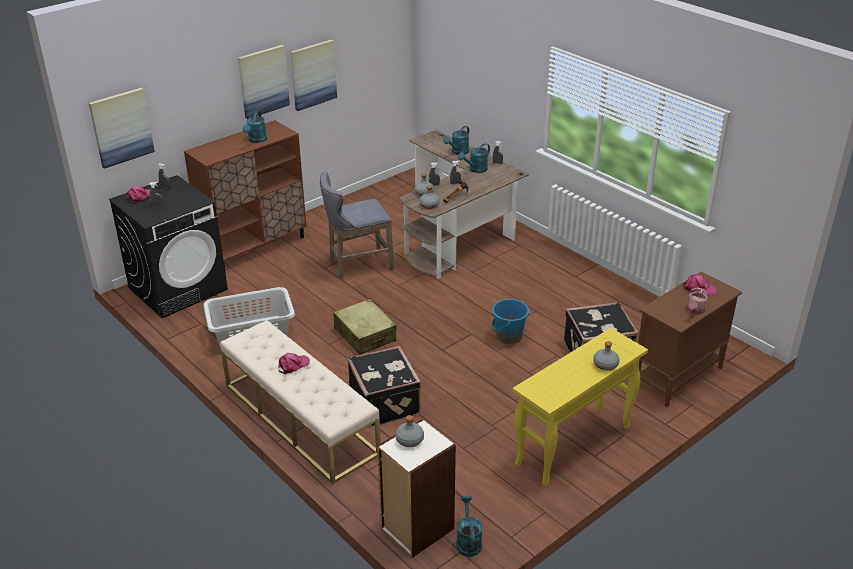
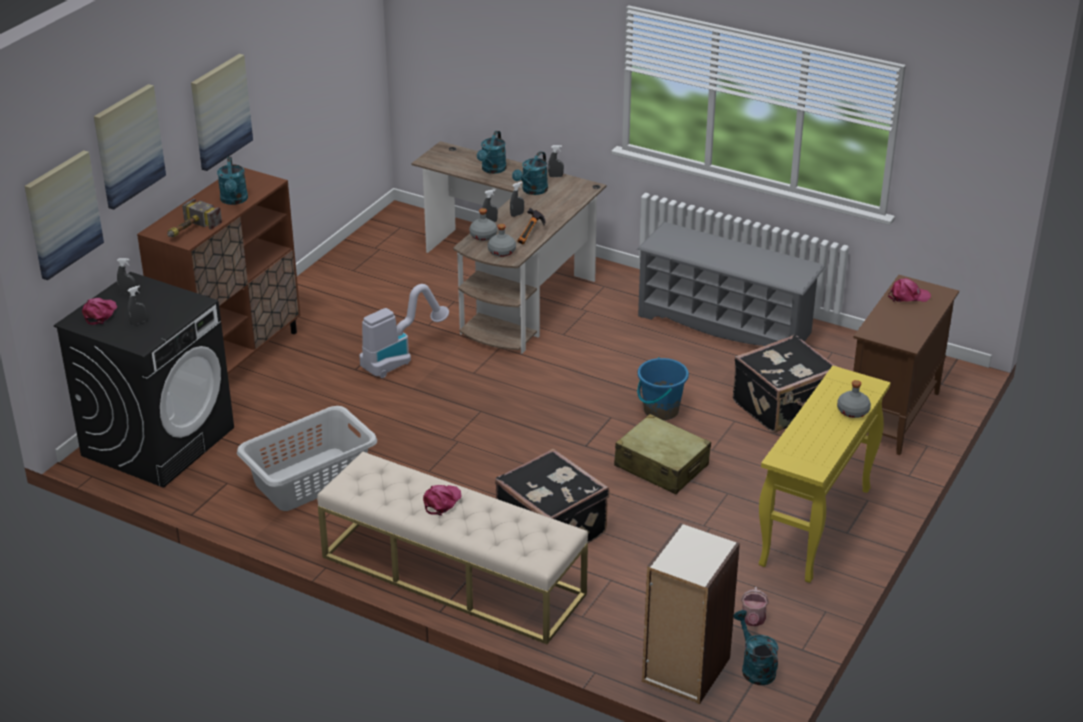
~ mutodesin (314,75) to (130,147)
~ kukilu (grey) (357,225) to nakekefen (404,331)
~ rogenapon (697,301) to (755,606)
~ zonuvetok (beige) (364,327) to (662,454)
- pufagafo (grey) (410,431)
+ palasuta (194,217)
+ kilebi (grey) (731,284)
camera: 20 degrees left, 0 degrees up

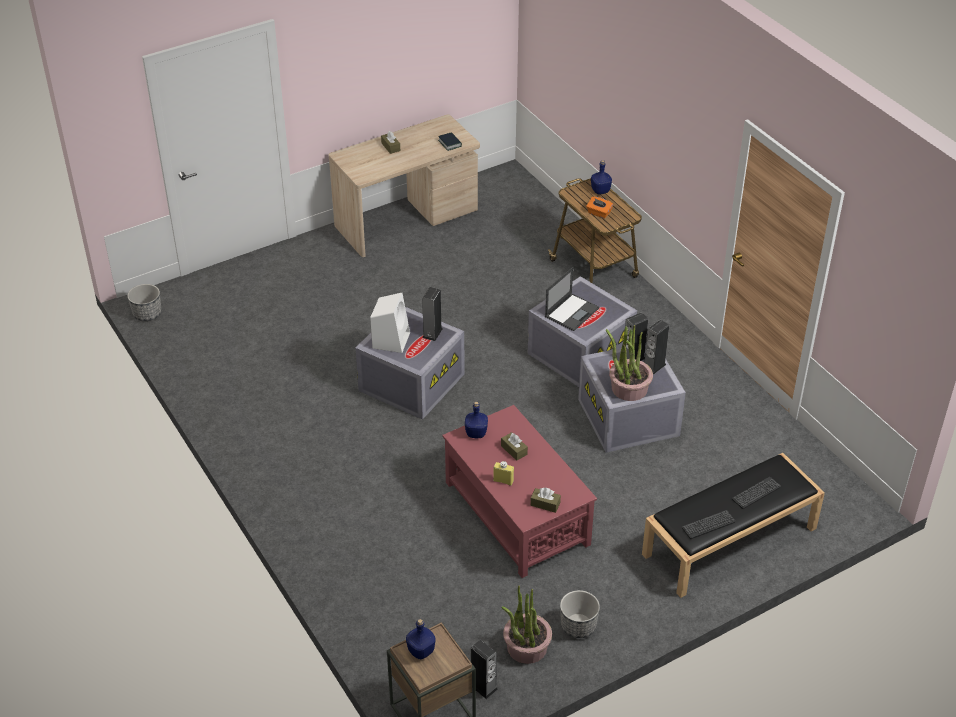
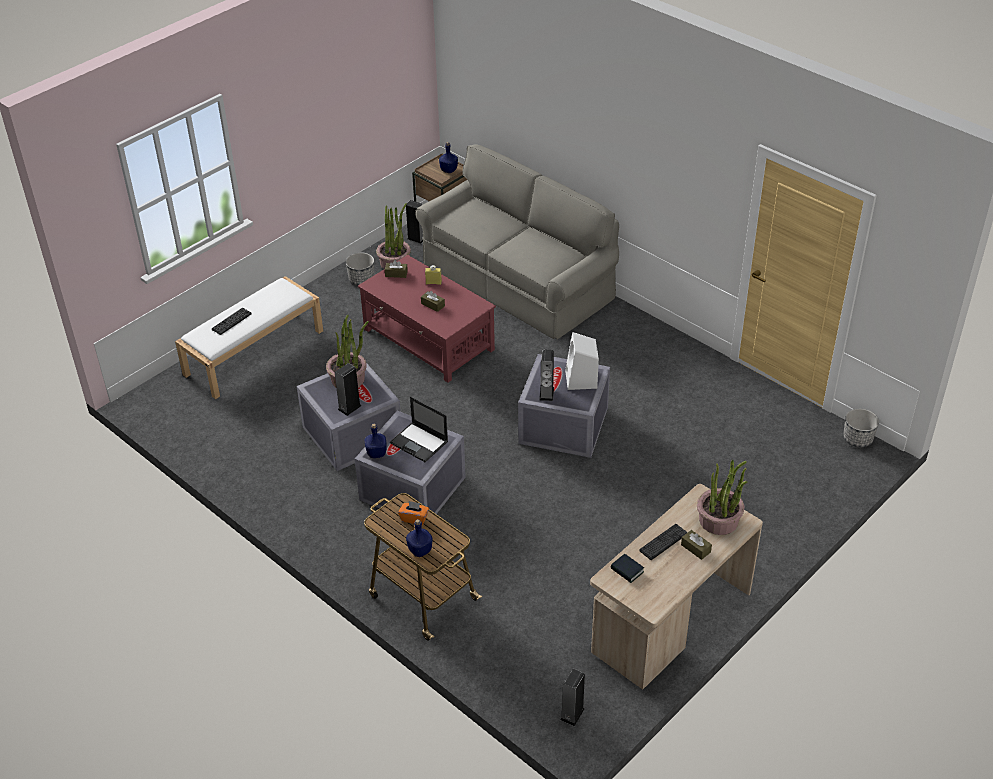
~ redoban (572,299) = (419,429) 75 degrees counterclockwise
~ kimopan (656,347) to (572,697)
~ pufagafo (blue) (476,420) to (376,441)
~ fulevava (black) (733,525) to fulevava (white) (249,337)
~ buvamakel (708,524) to (663,542)
+ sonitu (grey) (517,242)
+ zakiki (722,497)
camera: 165 degrees right, 0 degrees up

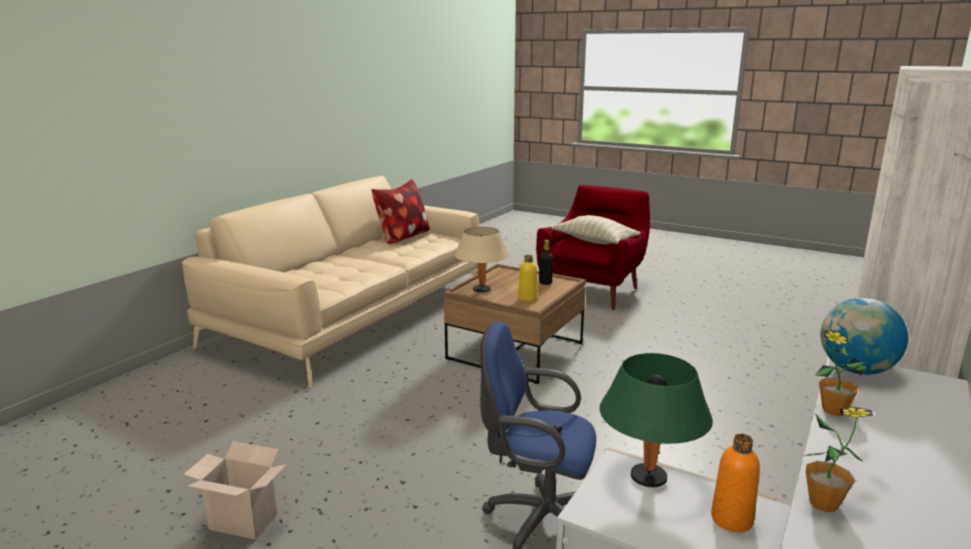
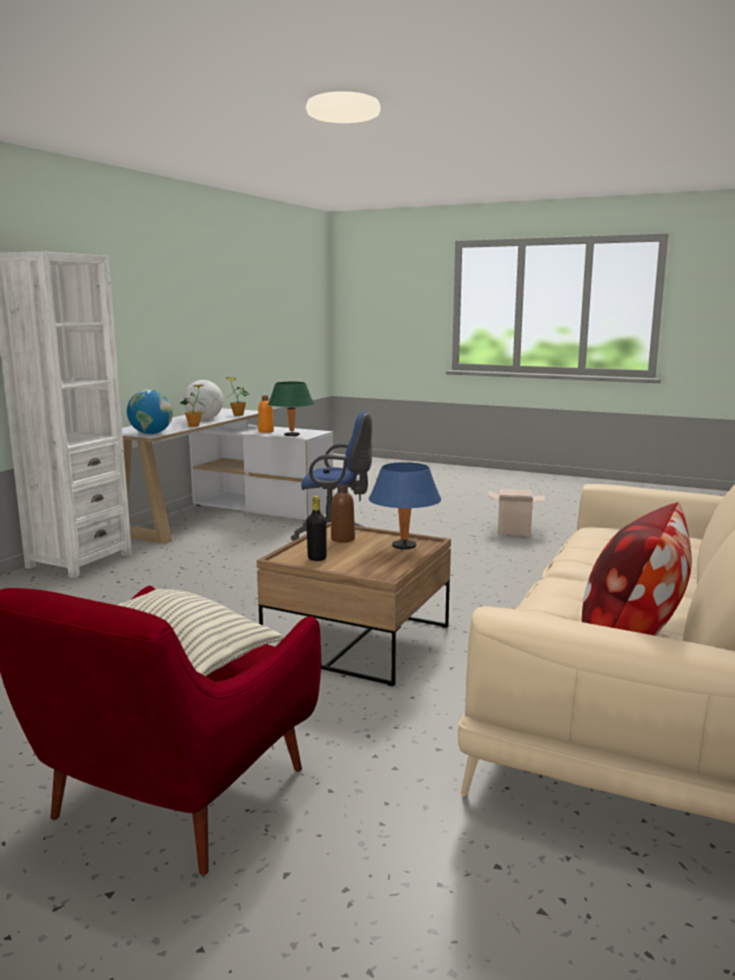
~ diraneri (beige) (482,259) to diraneri (blue) (405,506)
~ pufagafo (yellow) (527,278) to pufagafo (brown) (343,513)
+ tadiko (203,400)
camera: 175 degrees right, 5 degrees down

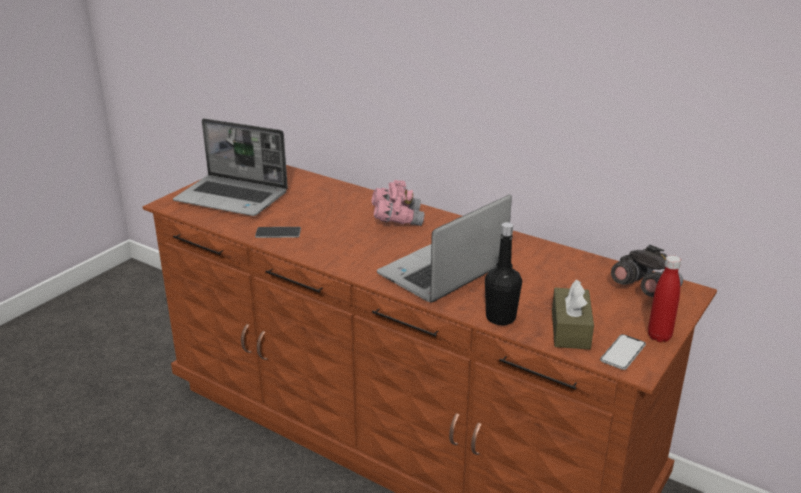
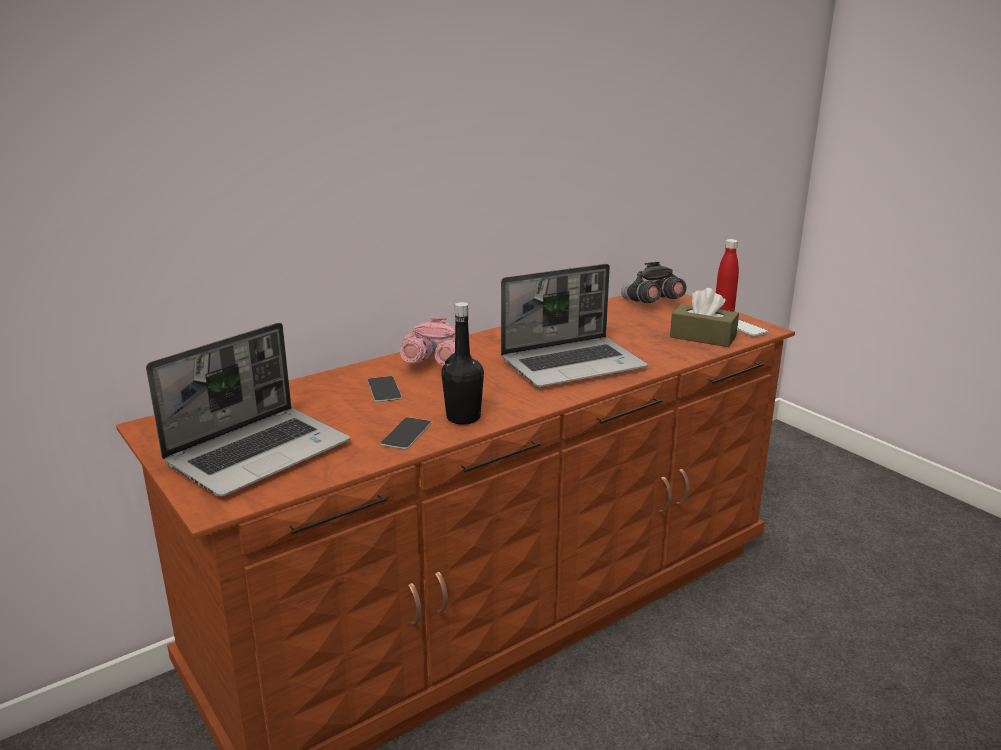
~ redoban (444,248) = (574,325) 90 degrees counterclockwise
~ pufagafo (black) (503,273) to (462,363)
+ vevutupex (384,389)
camera: 70 degrees left, 5 degrees down

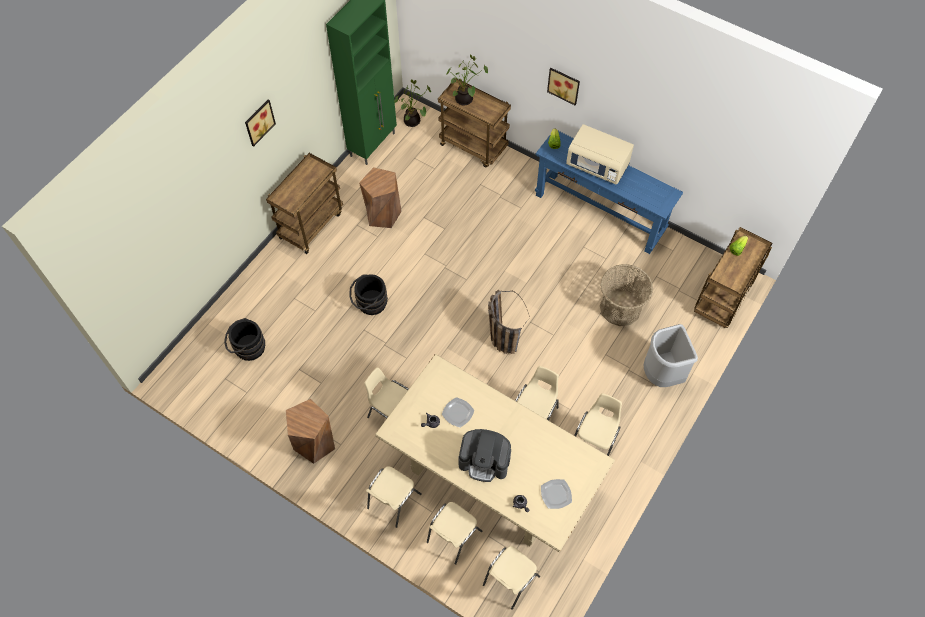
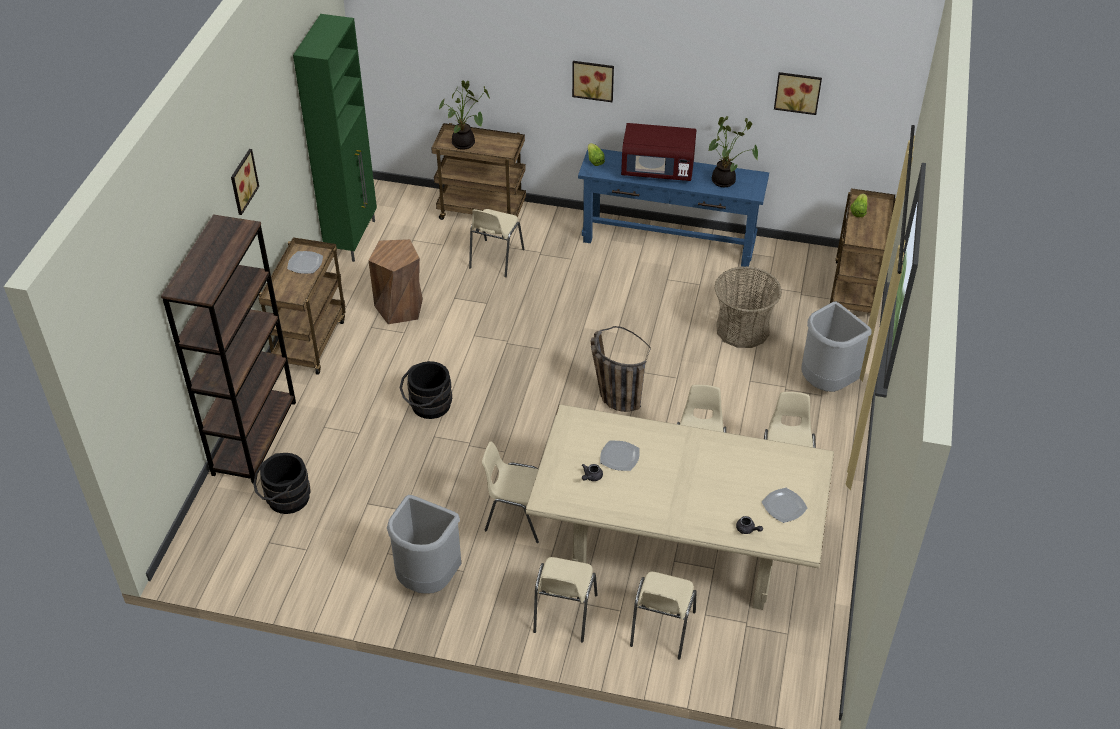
~ zakiki (413,103) to (733,151)
~ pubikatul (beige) (600,154) to pubikatul (red) (658,152)
~ kukilu (brown) (310,431) to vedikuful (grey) (424,544)
- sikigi (485,455)
~ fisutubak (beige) (511,578) to (496,243)
+ mutodesin (798,93)
+ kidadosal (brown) (228,348)
+ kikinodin (305,262)
camera: 20 degrees left, 15 degrees down

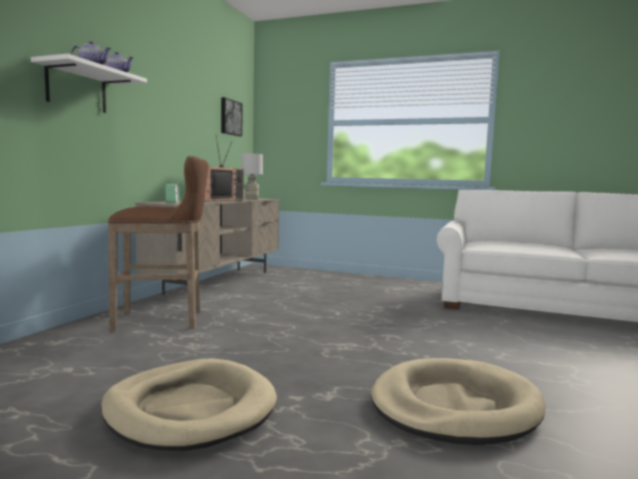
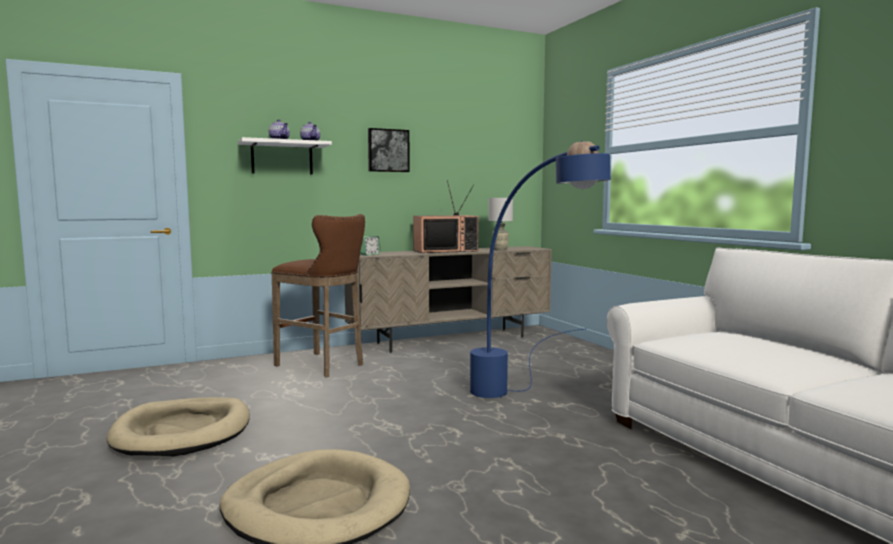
~ mutodesin (232,117) to (389,150)
+ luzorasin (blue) (540,269)
camera: 45 degrees right, 0 degrees up

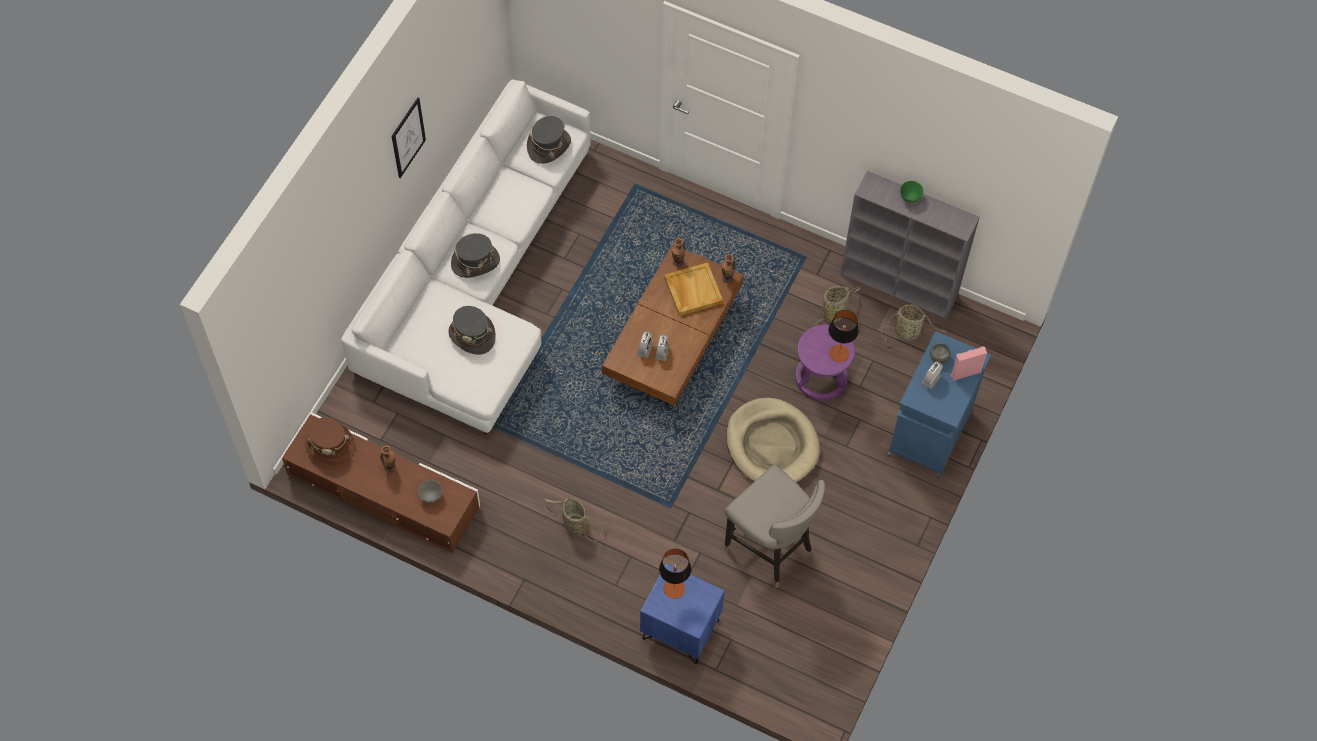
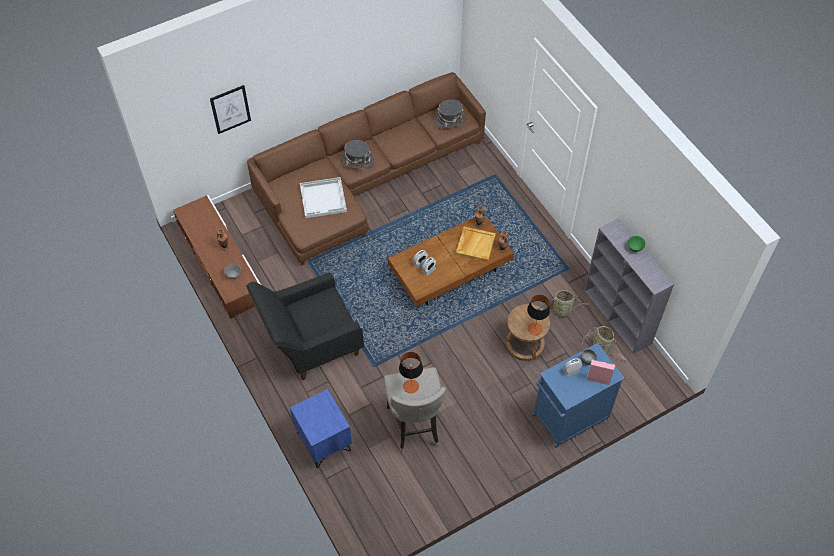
~ sonitu (white) (466,257) to sonitu (brown) (366,168)
~ mutodesin (409,137) to (230,109)
~ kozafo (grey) (472,330) to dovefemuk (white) (323,197)
~ kukilu (purple) (825,363) to kukilu (brown) (528,332)
- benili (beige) (773,440)
- kozafo (brown) (330,441)
~ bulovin (573,519) to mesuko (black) (305,326)
~ diraneri (675,574) to (411,372)
camera: 35 degrees right, 5 degrees down

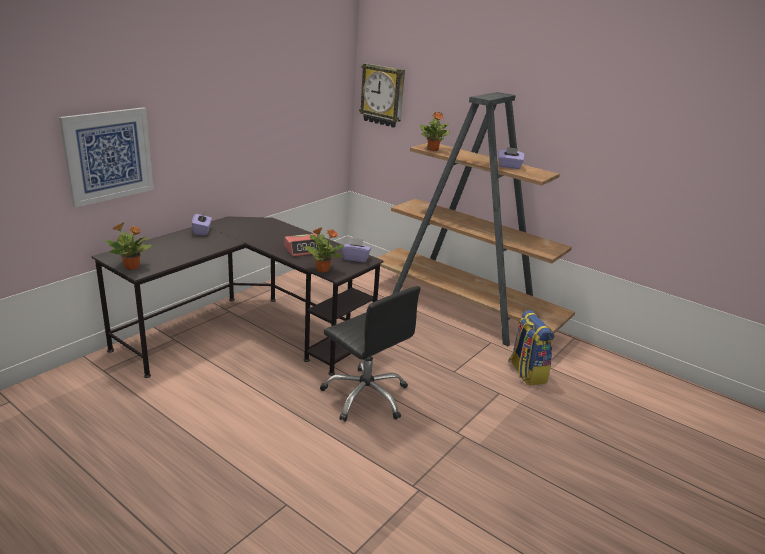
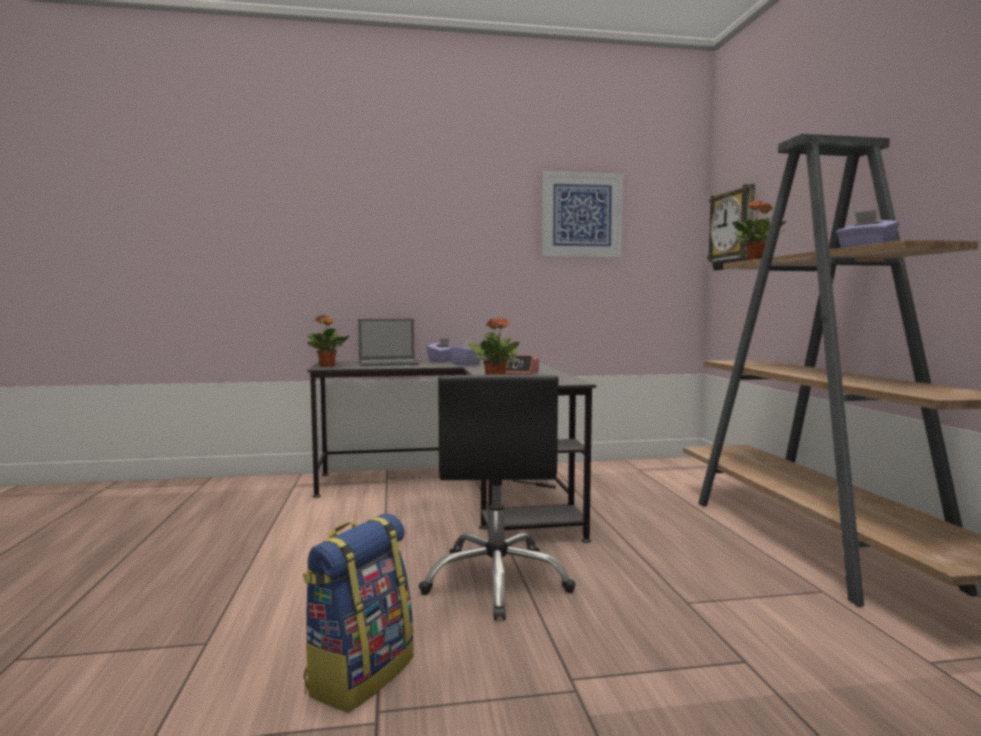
~ mutodesin (106,157) to (582,214)
~ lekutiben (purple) (356,249) to (466,353)
~ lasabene (531,347) to (358,613)
+ redoban (389,342)
camera: 45 degrees right, 20 degrees down

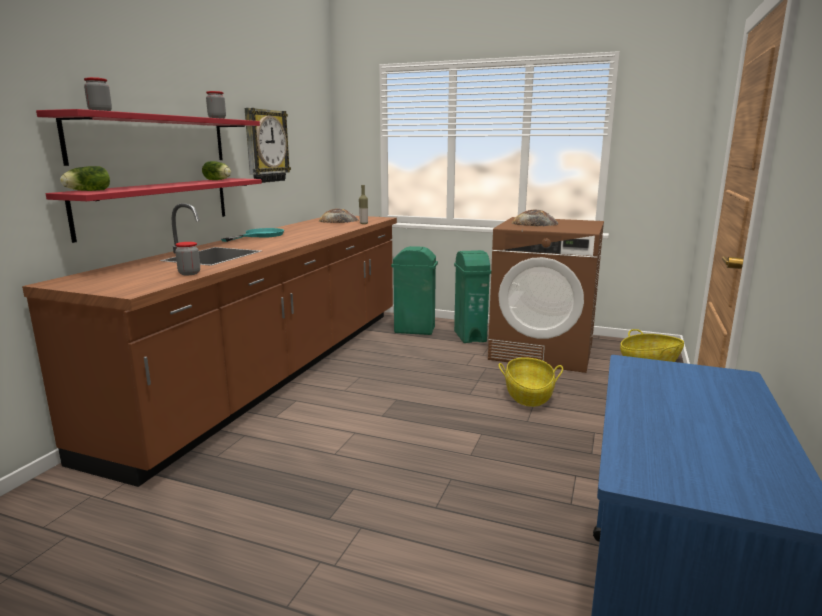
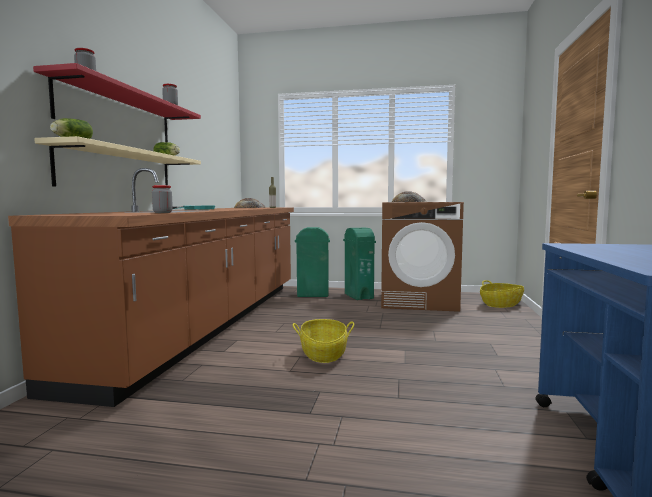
- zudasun (268,145)
~ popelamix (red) (154,210) to popelamix (beige) (117,161)
~ bulovin (530,382) to (323,341)
camera: 10 degrees left, 10 degrees down

